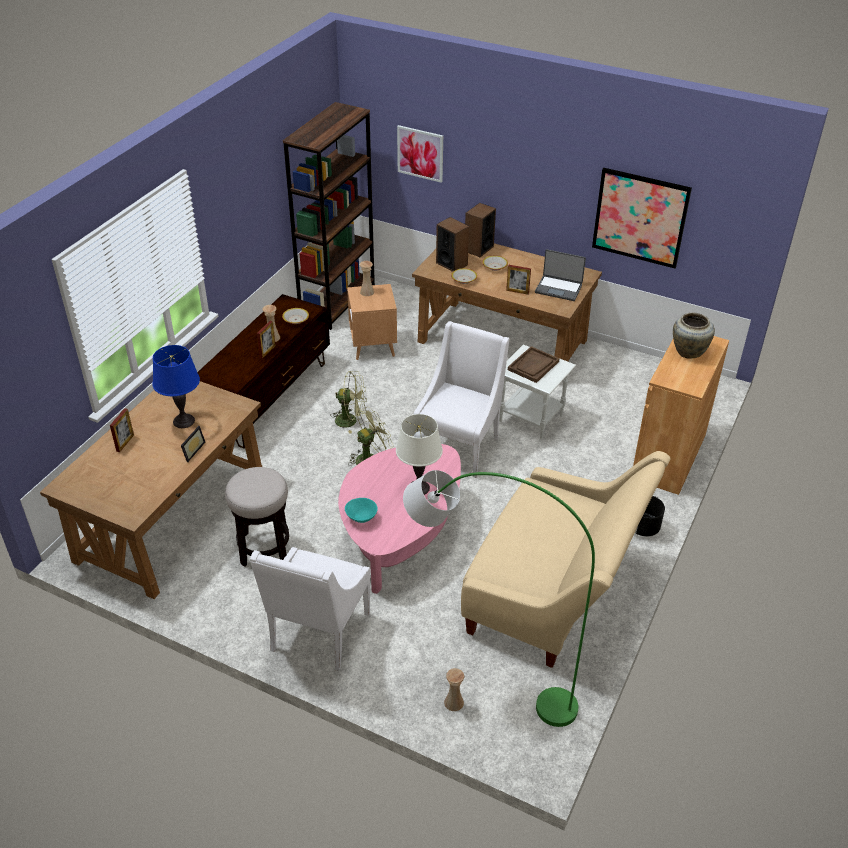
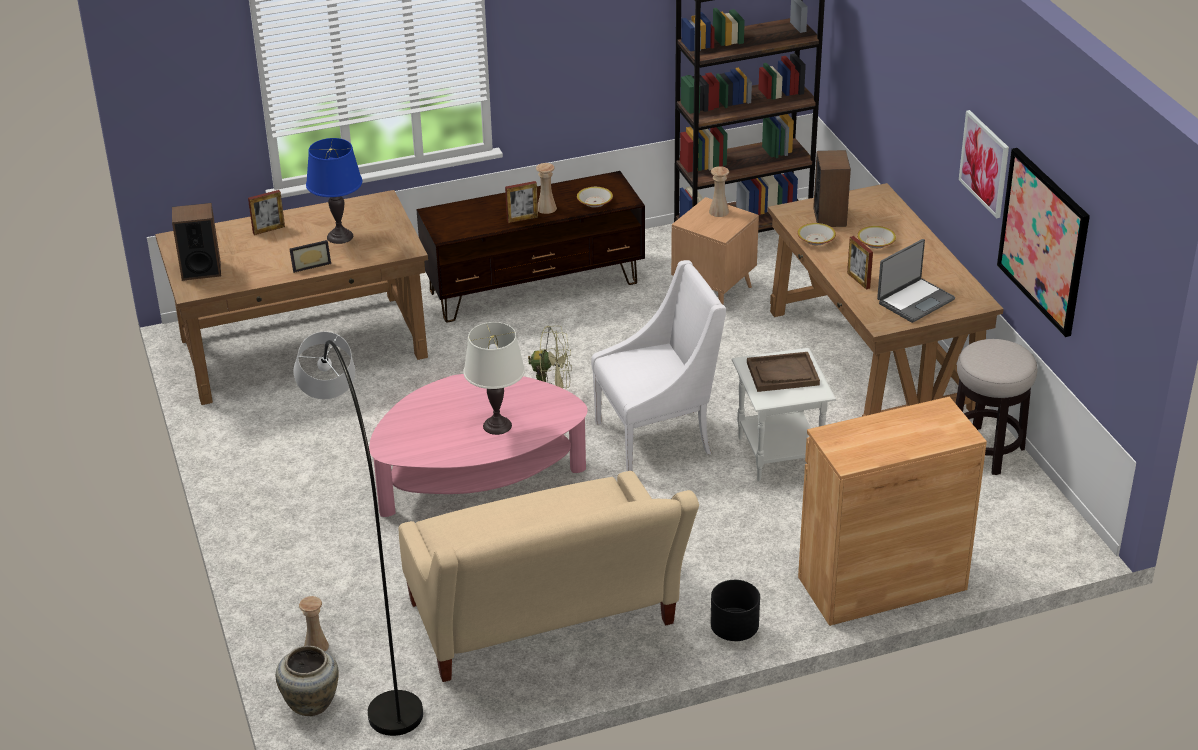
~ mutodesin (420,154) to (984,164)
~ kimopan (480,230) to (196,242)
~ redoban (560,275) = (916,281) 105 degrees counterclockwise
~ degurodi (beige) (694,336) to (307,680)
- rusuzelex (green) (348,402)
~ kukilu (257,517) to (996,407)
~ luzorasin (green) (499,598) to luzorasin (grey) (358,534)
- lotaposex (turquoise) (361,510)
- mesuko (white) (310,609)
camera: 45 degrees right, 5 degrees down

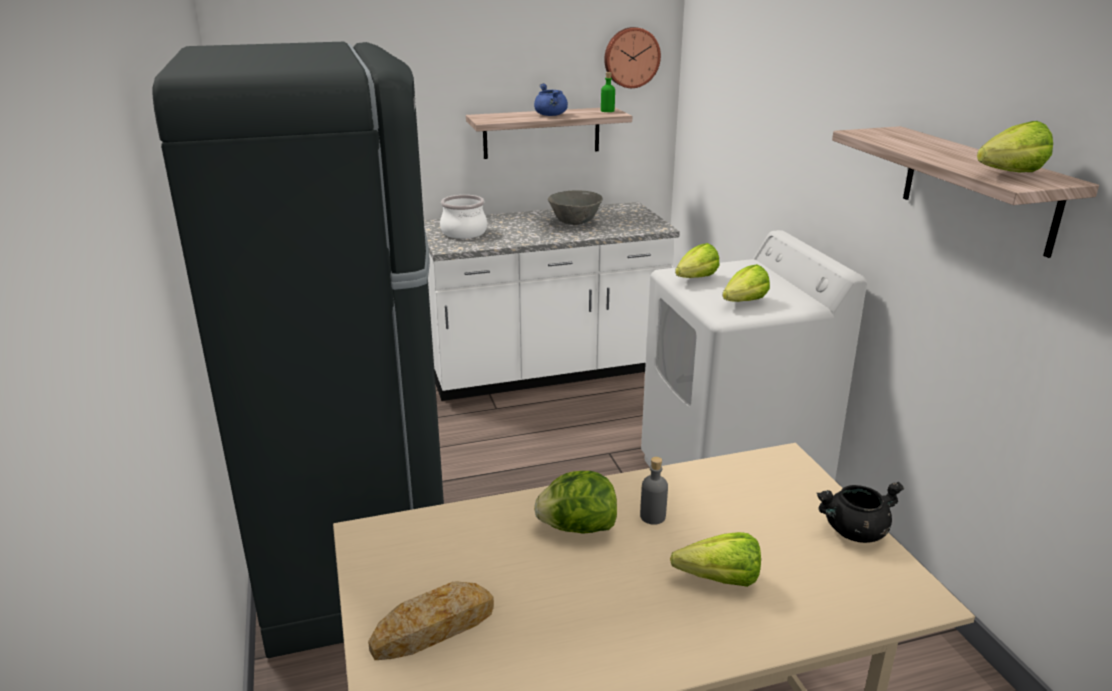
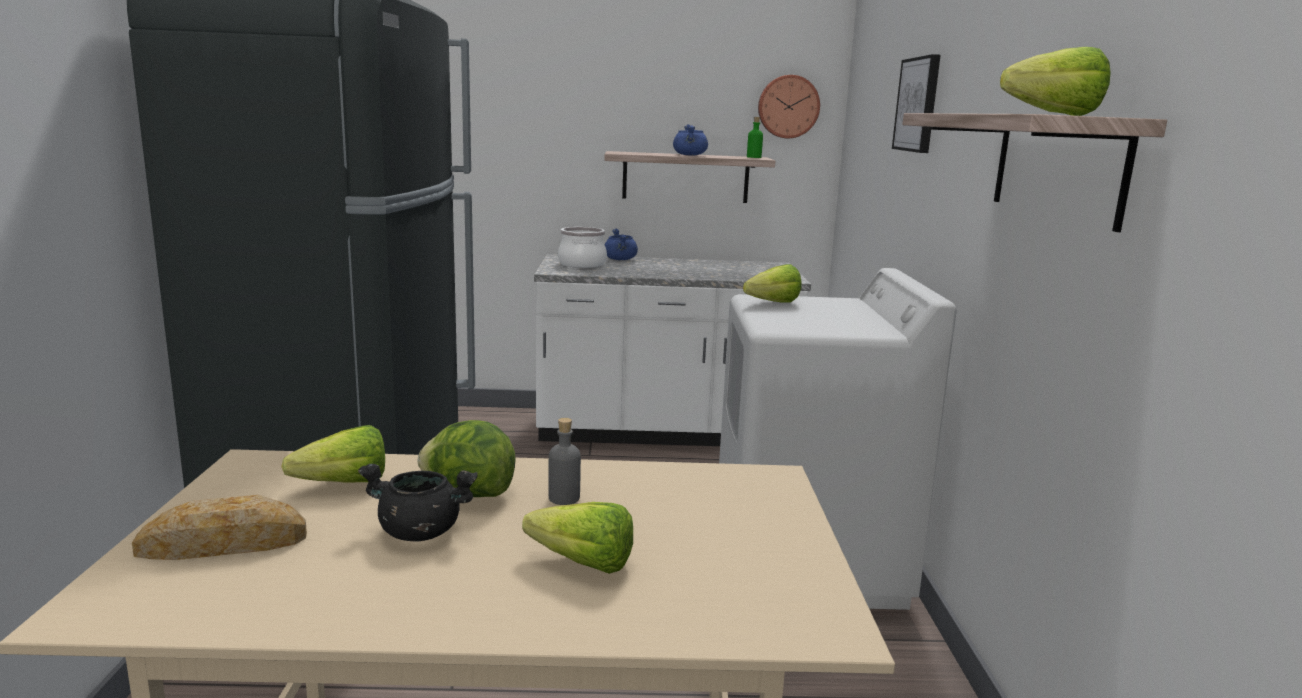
- lotaposex (grey) (575,207)
~ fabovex (746,283) to (333,454)
~ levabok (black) (860,512) to (418,502)
+ mutodesin (916,103)
+ levabok (blue) (621,244)
camera: 15 degrees right, 10 degrees down

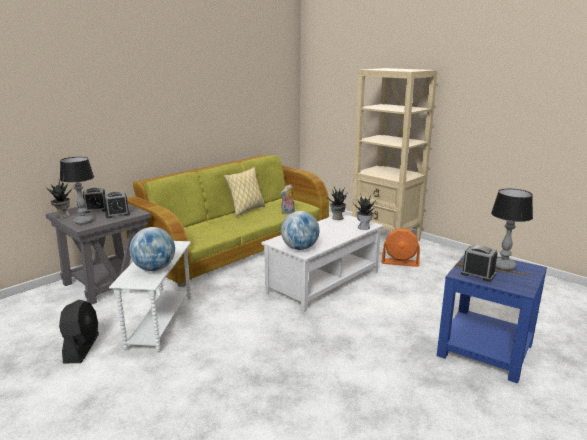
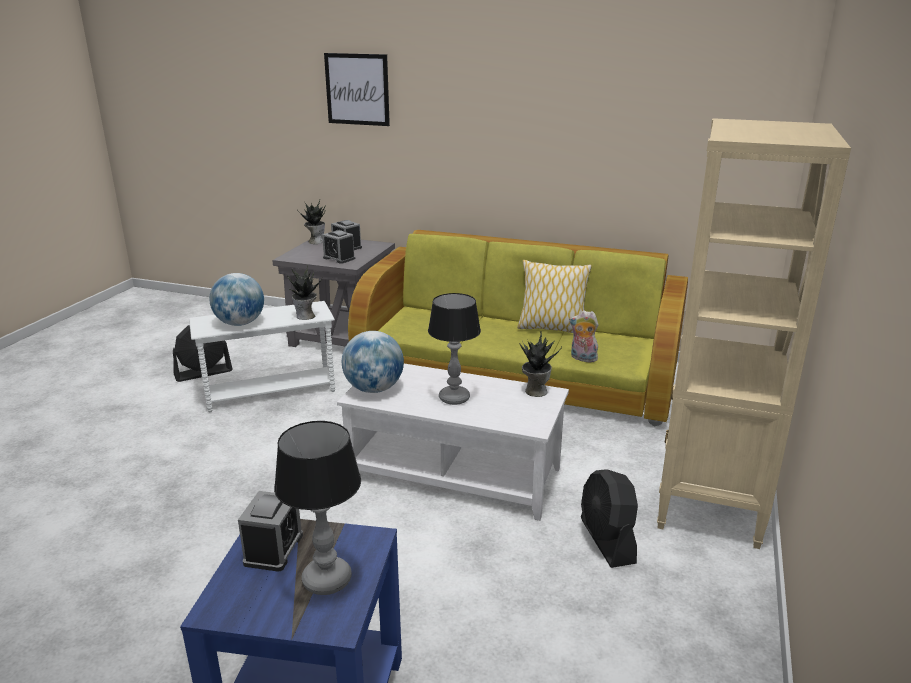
~ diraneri (77,191) to (454,349)
~ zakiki (364,212) to (304,292)
~ rusuzelex (orange) (400,248) to rusuzelex (black) (609,518)
+ mutodesin (357,89)
camera: 65 degrees right, 5 degrees up

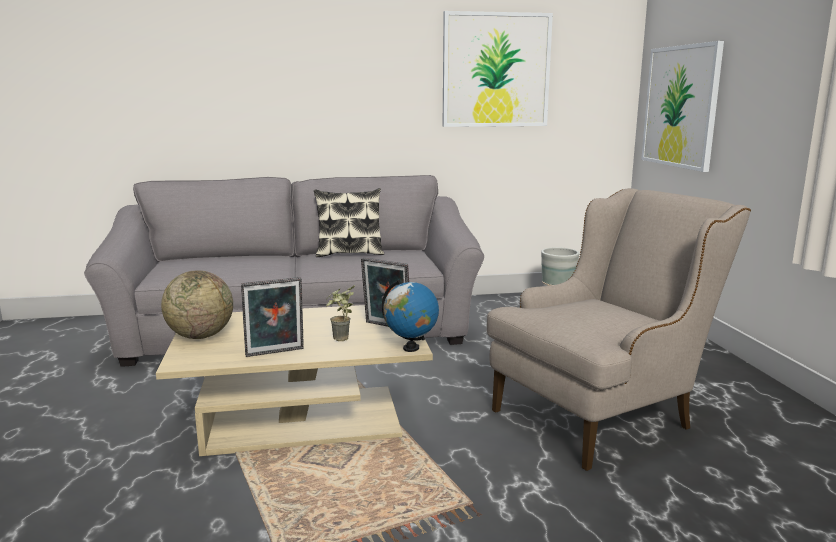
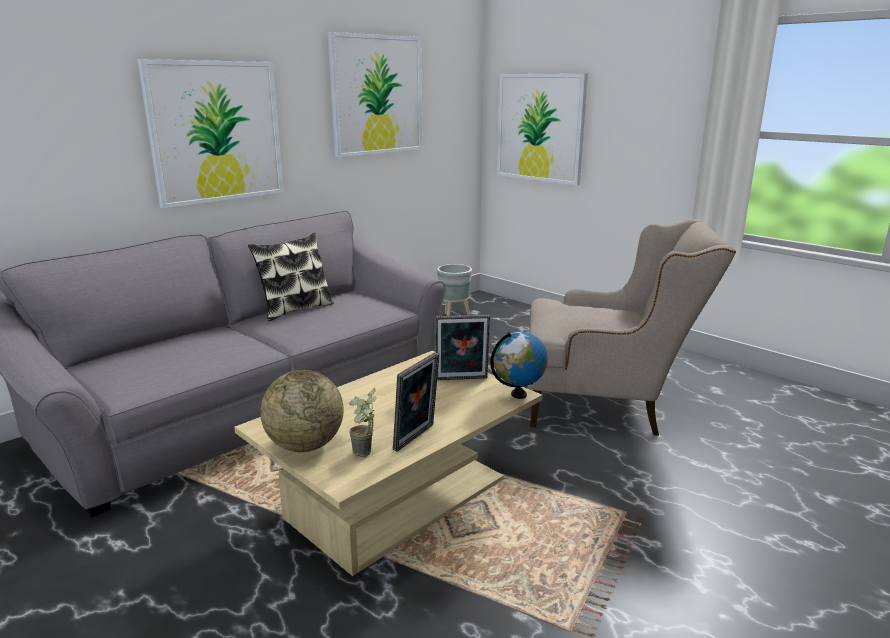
~ mesuko (beige) (619,329) = (632,327) 75 degrees clockwise
~ zakiki (340,313) to (363,422)
+ mutodesin (210,133)
camera: 35 degrees left, 5 degrees up

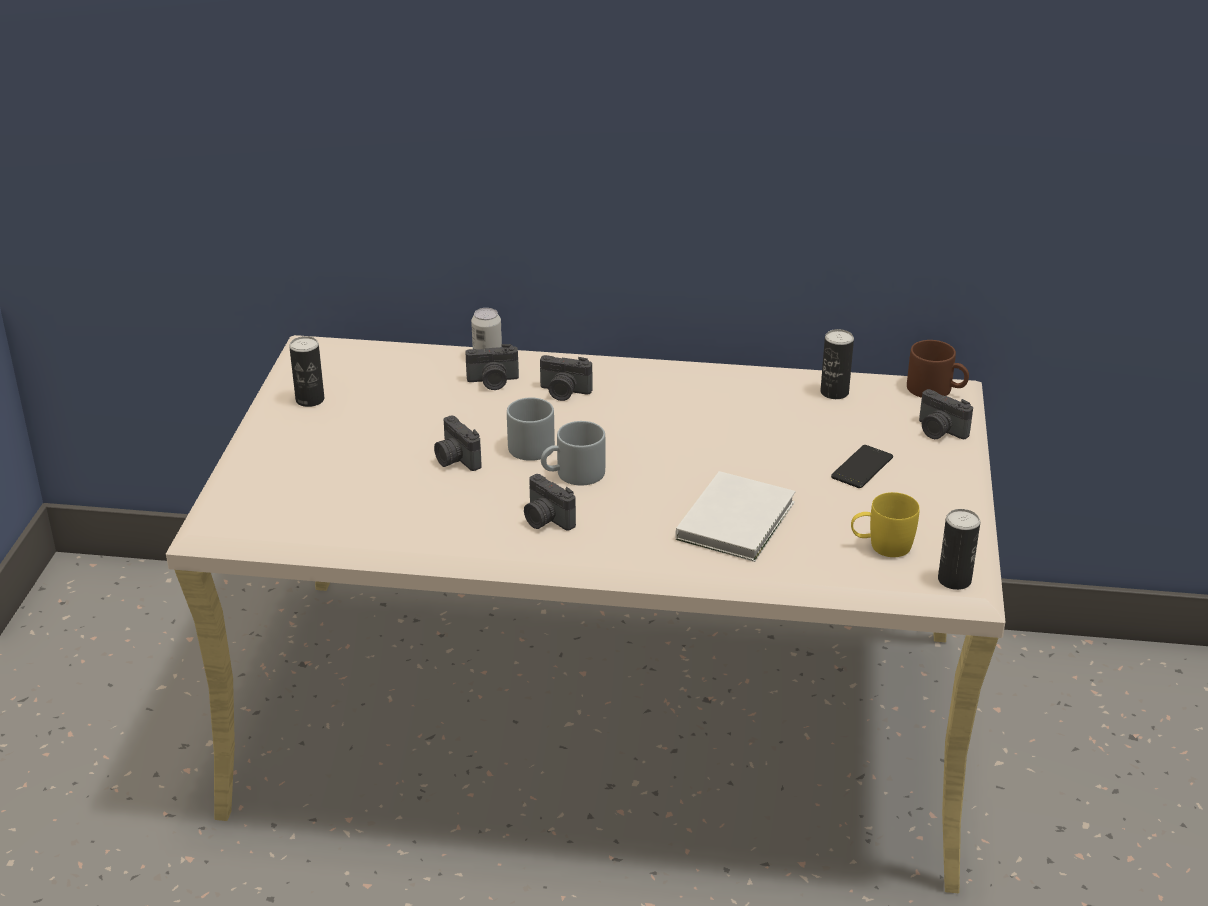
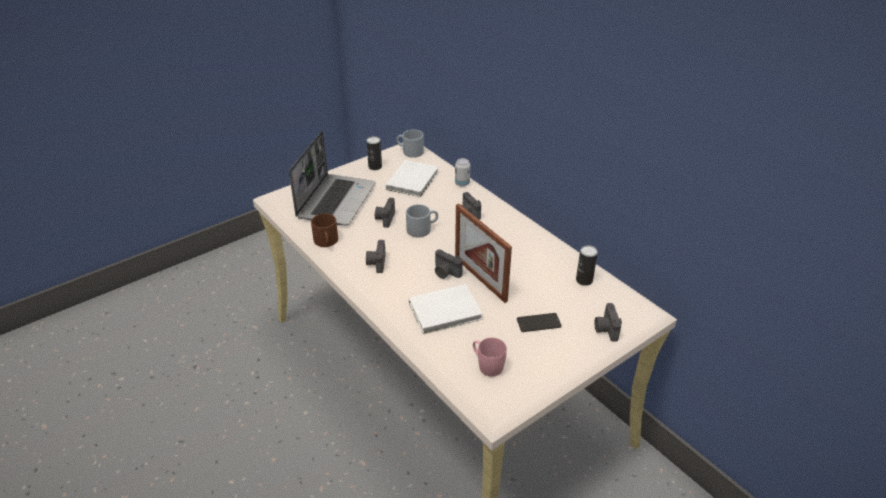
~ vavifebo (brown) (938,369) to (324,230)
~ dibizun (492,367) to (449,264)
~ vavifebo (grey) (573,453) to (410,144)
~ vavifebo (yellow) (885,524) to vavifebo (pink) (490,357)
- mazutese (959,549)
+ redoban (332,178)
+ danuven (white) (412,178)
+ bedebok (483,253)
camera: 45 degrees right, 5 degrees up

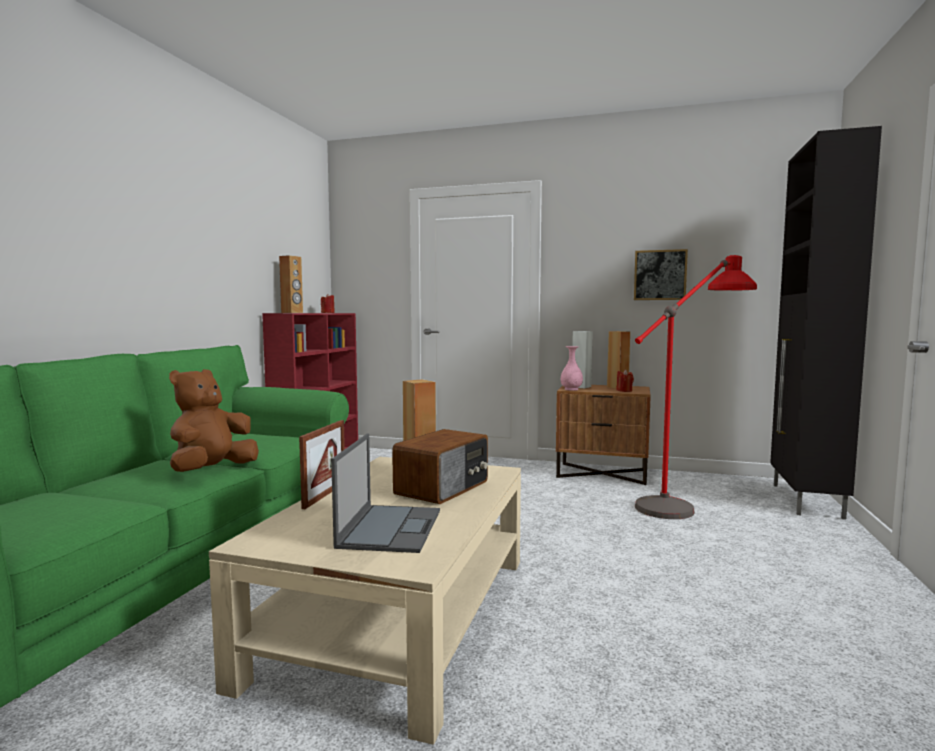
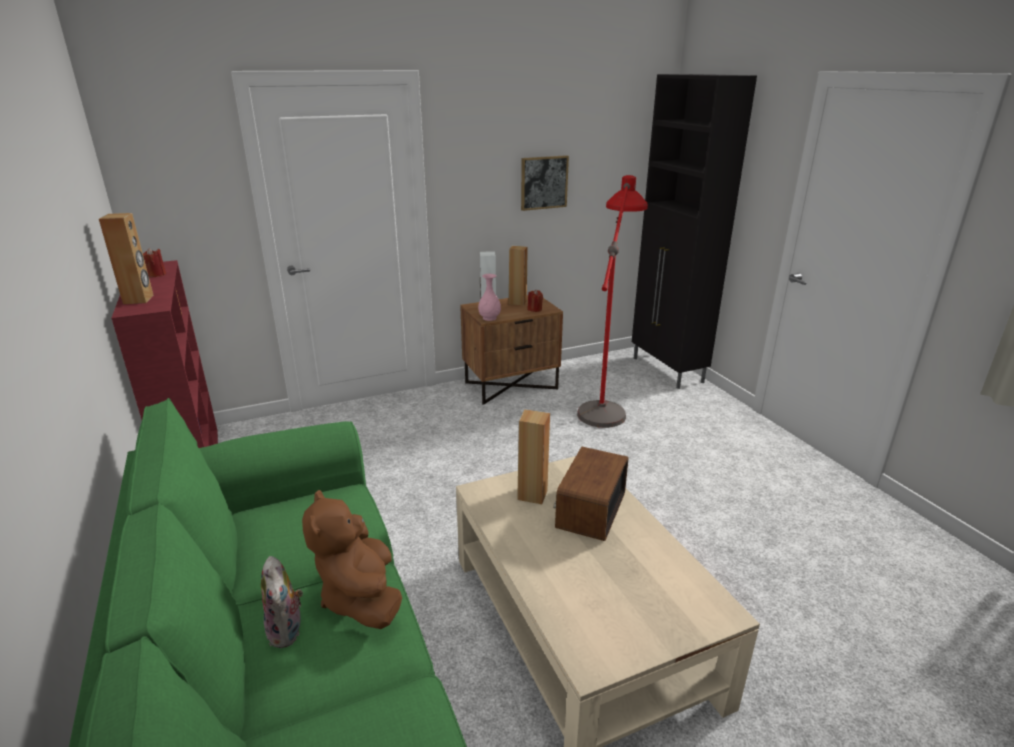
- bedebok (322,464)
~ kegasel (440,466) = (591,494) 150 degrees counterclockwise
- redoban (385,493)
+ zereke (282,602)
camera: 40 degrees left, 20 degrees up

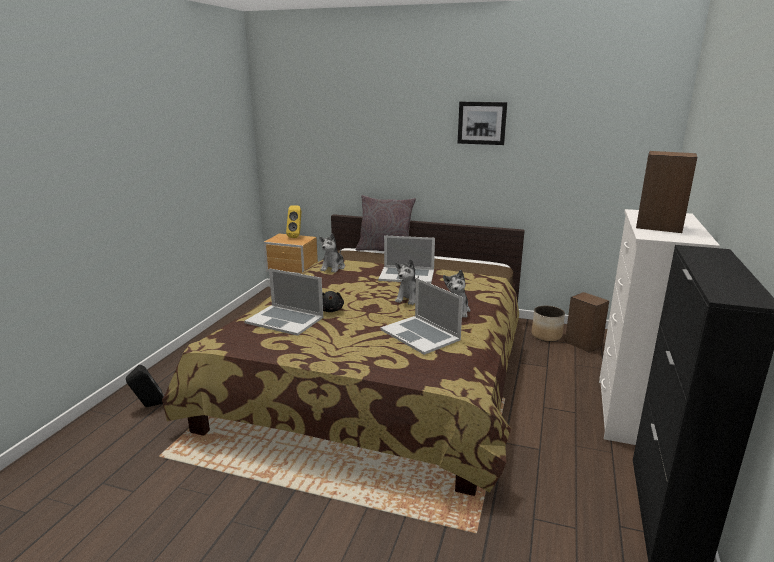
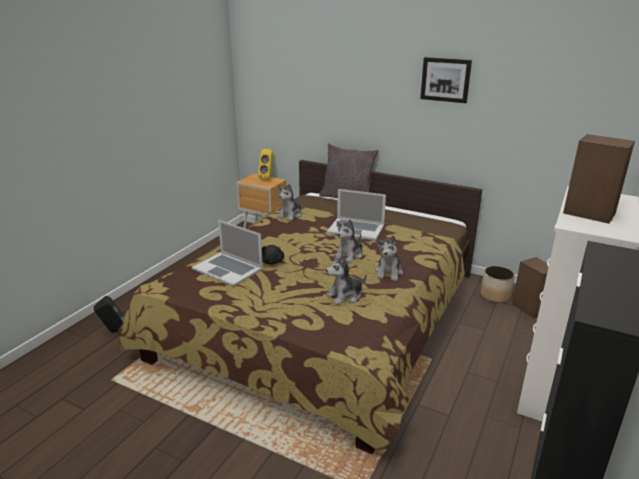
~ redoban (421,316) to zereke (346,280)
camera: 10 degrees right, 5 degrees up

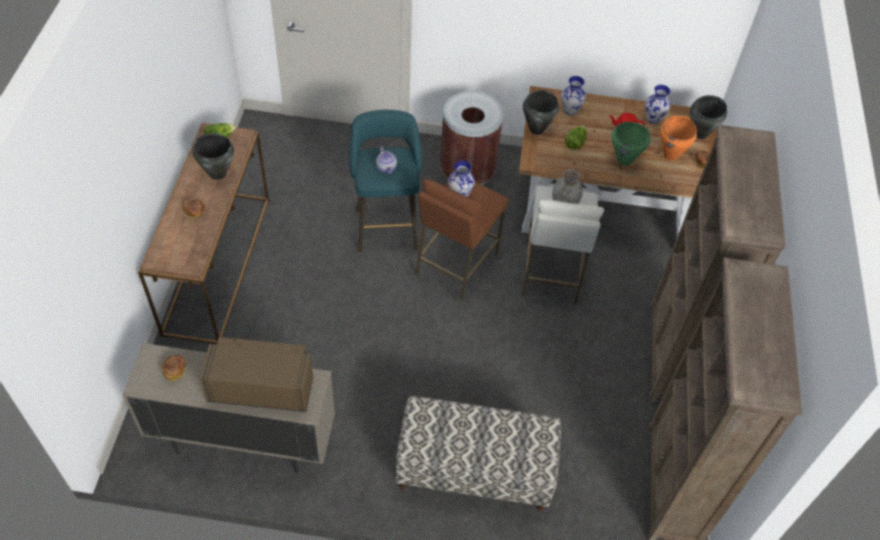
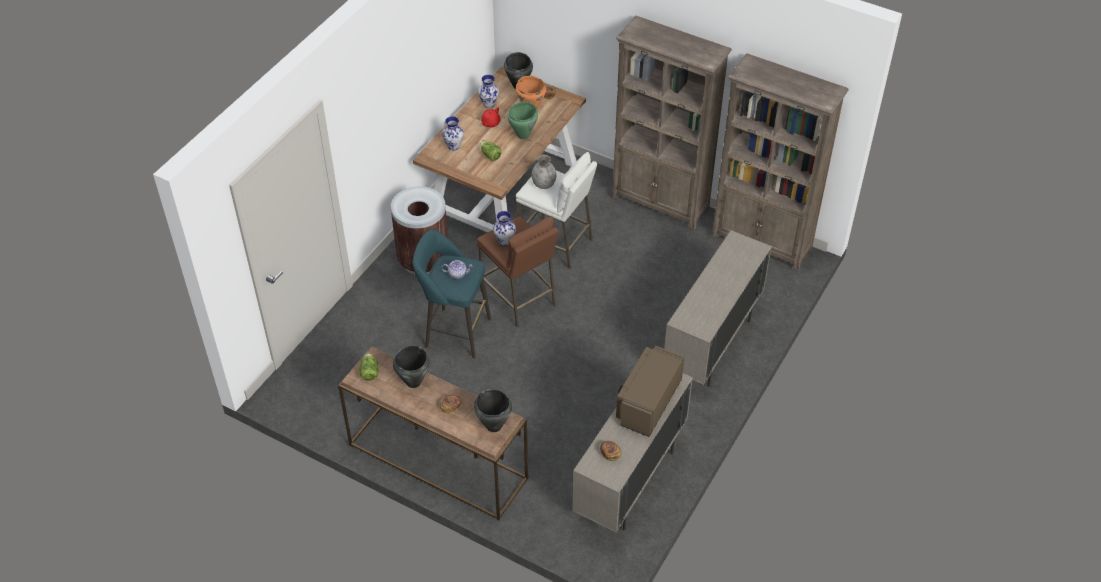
~ levabok (black) (541,112) to (493,410)
~ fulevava (478,453) to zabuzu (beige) (718,308)
camera: 65 degrees left, 5 degrees down

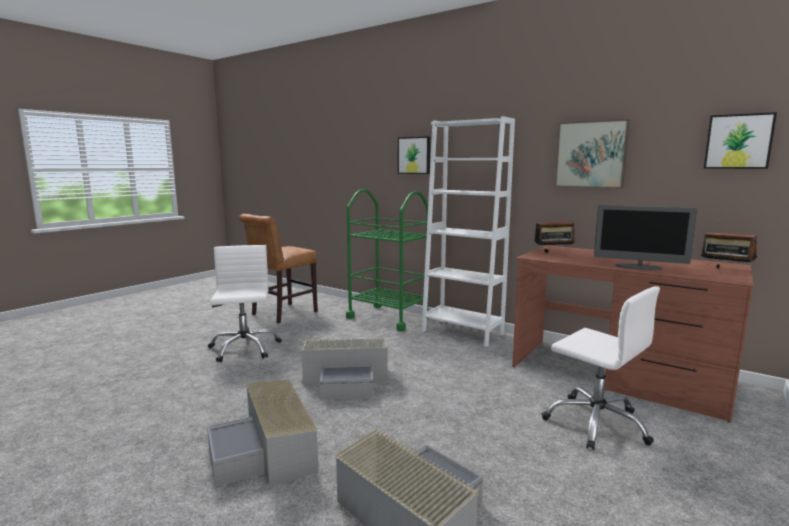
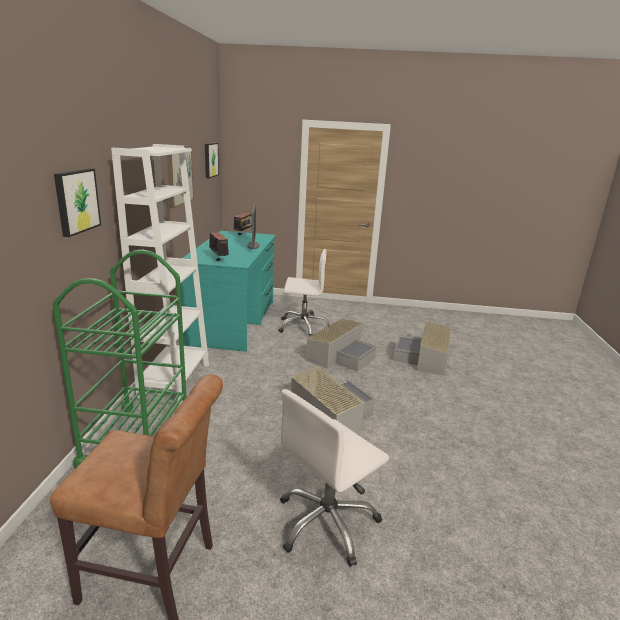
~ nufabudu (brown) (633,334) to nufabudu (turquoise) (228,291)
~ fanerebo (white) (601,368) = (304,293) 75 degrees clockwise
~ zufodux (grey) (262,432) to (341,345)
camera: 120 degrees left, 10 degrees up

